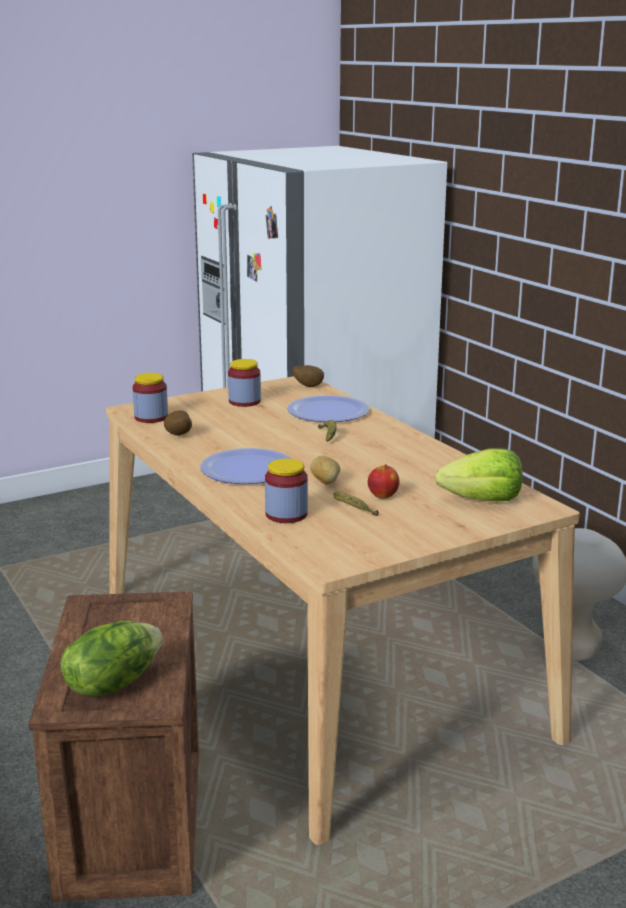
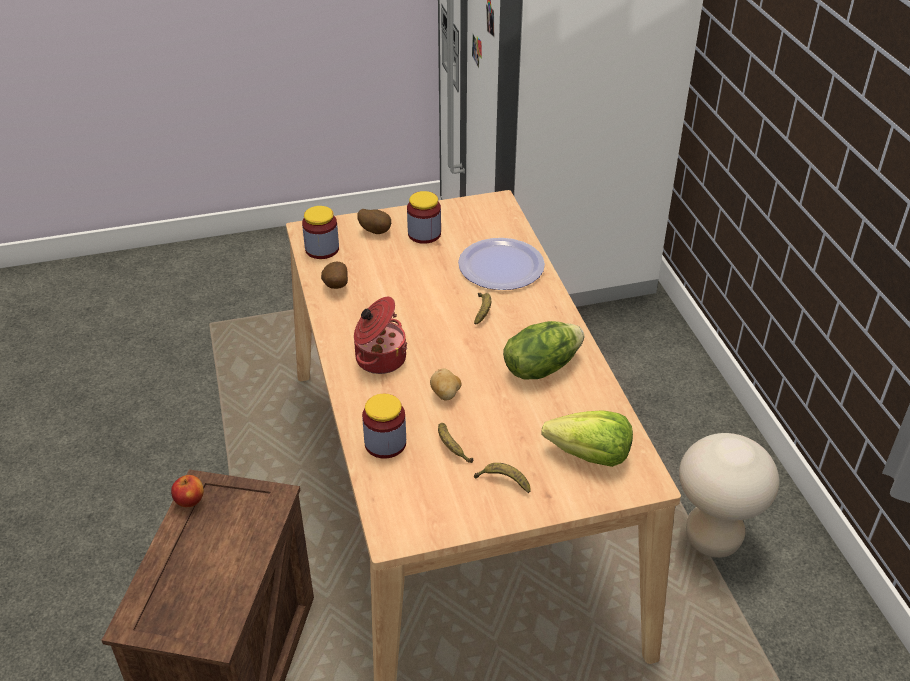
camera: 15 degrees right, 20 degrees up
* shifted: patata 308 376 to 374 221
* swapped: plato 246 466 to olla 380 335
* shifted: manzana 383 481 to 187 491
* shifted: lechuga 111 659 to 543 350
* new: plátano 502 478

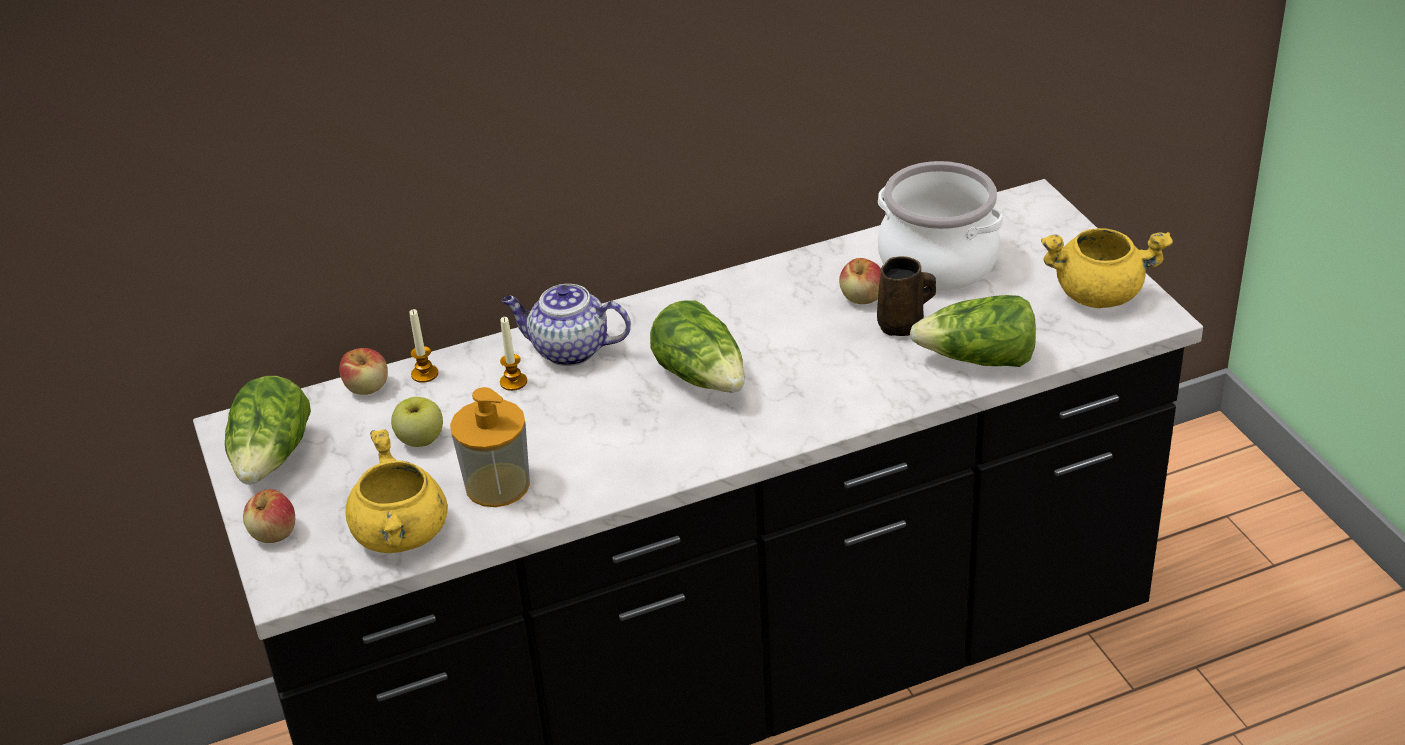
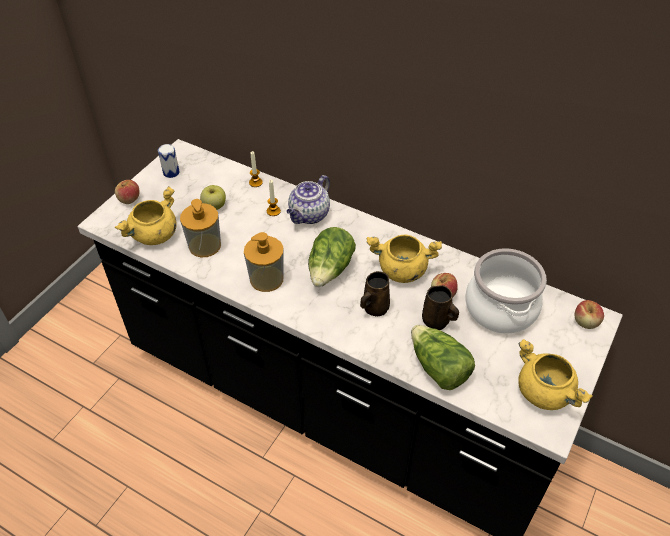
camera: 50 degrees right, 10 degrees up
* rotated: tetera 566 325 = 308 199 120 degrees counterclockwise
* shifted: manzana 363 371 to 589 314
* swapped: lechuga 268 430 to lata 169 161
* new: dispensador de jabón 264 262
* new: olla/amarillo 404 258
* new: taza grande/marrón 375 293

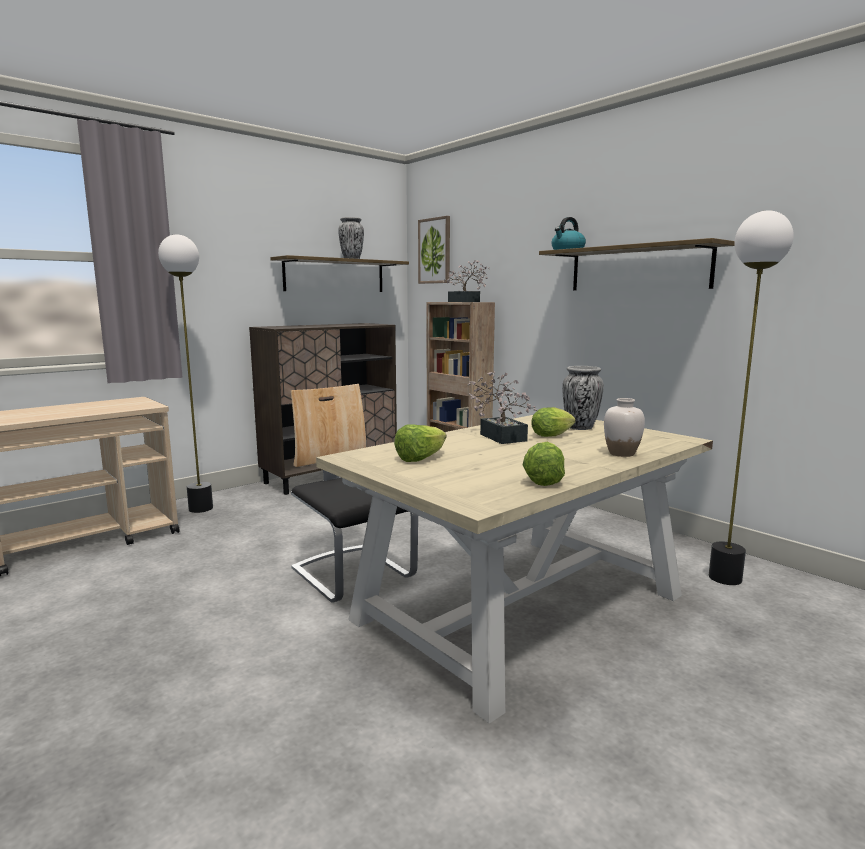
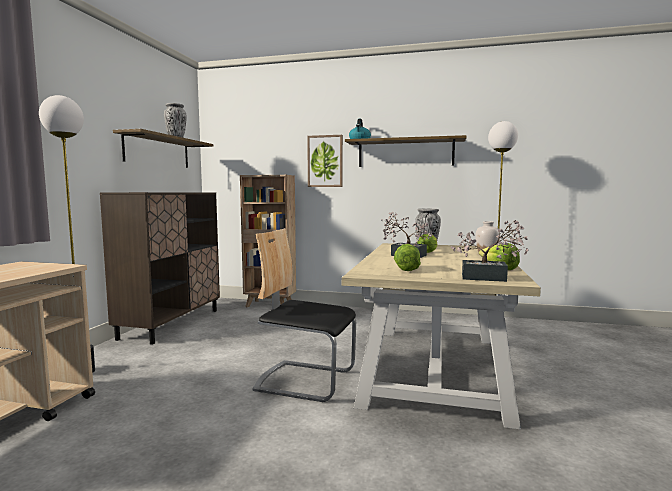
camera: 35 degrees left, 5 degrees down
* shifted: cuadro 434 250 to 325 161
* shifted: planta en maceta 466 281 to 490 251

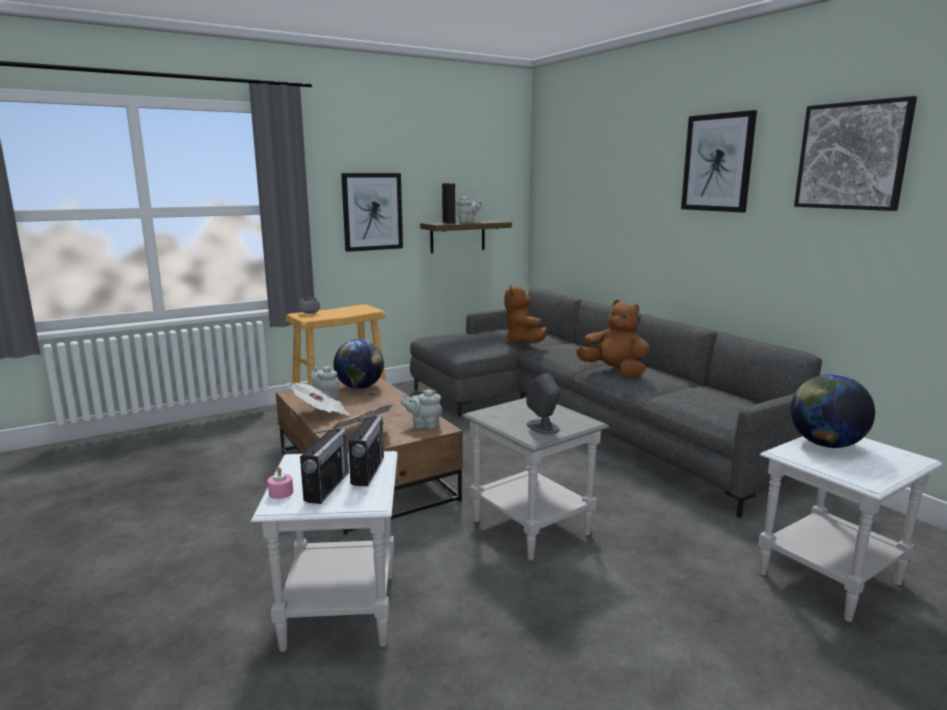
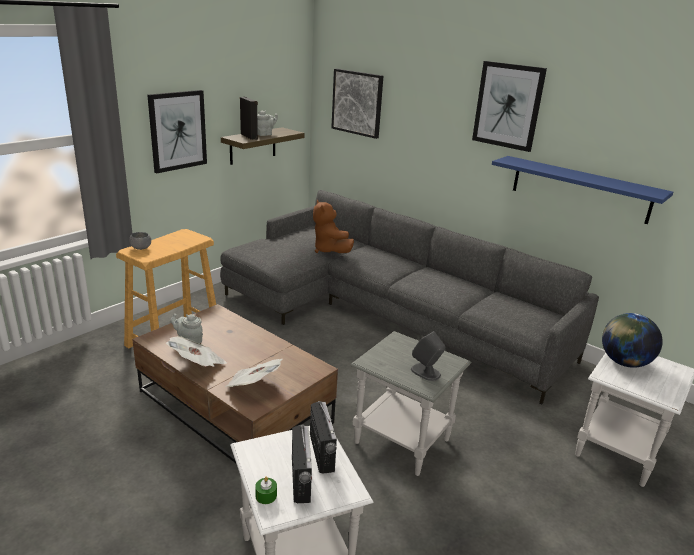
camera: 20 degrees left, 10 degrees up
* shifted: cuadro 855 153 to 357 104
* gone: peluche/marrón 612 338
* gone: globo terráqueo 358 364
* gone: tetera/gris 421 409
* repainted: vela/rosa 280 483 to vela/verde 266 490
* new: estante/azul 582 190

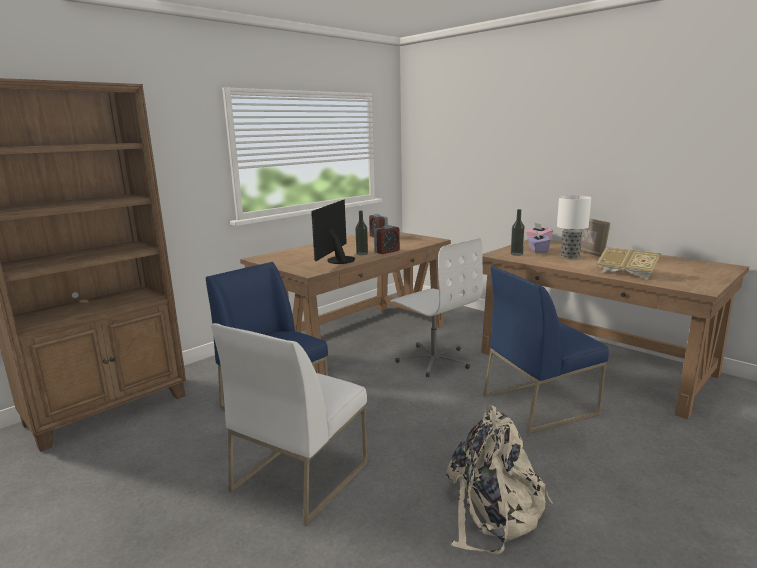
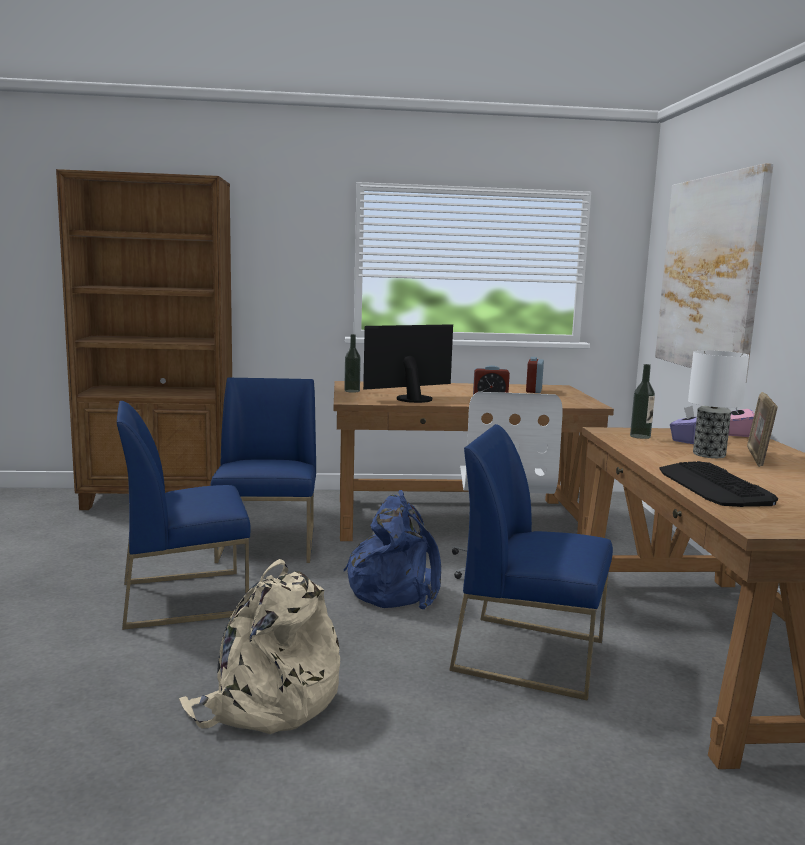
camera: 40 degrees right, 5 degrees down
* shifted: botella 361 232 to 352 363
* swapped: libro 628 263 to teclado 718 484
* repainted: silla/blanco 289 424 to silla/azul 183 515
* new: cuadro 714 272
* new: mochila/azul 392 549

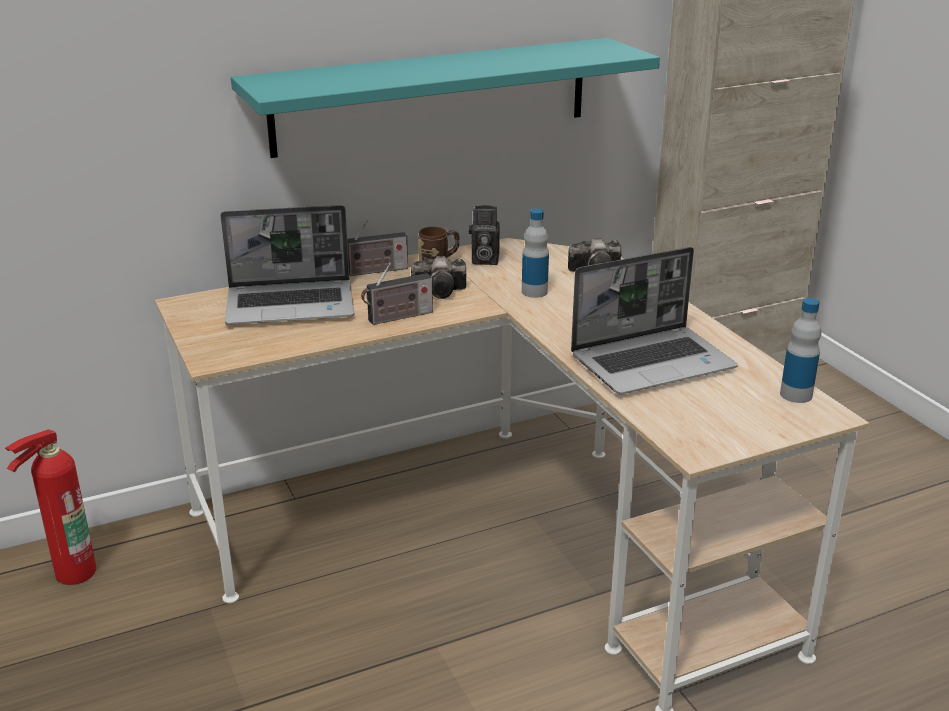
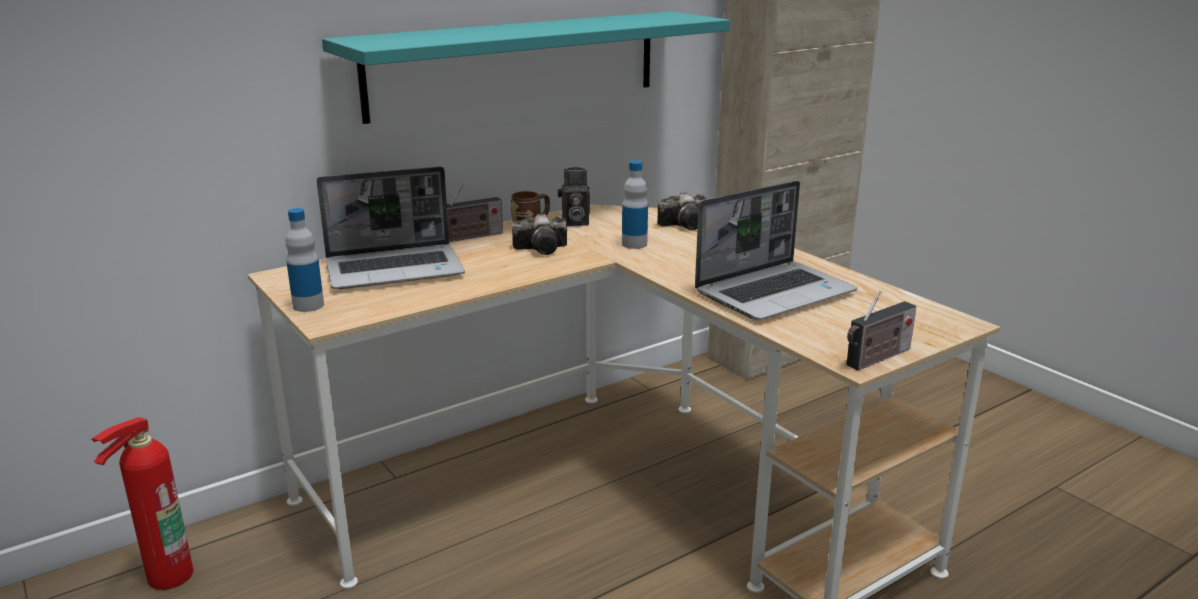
camera: 10 degrees left, 5 degrees down
* shifted: radio 397 294 to 881 330
* shifted: botella 800 350 to 304 260

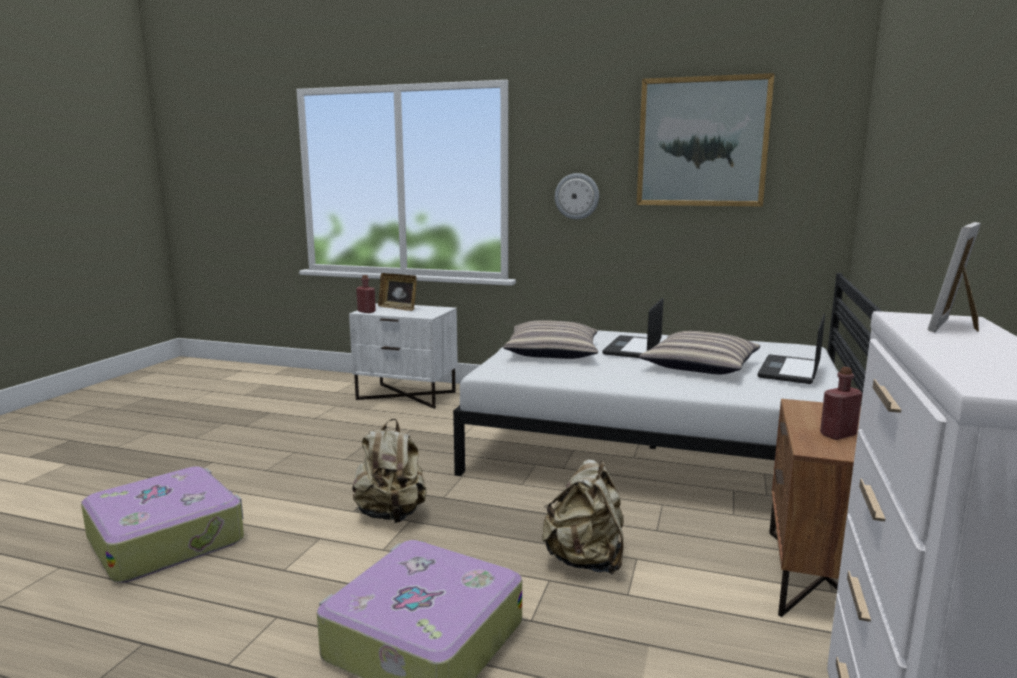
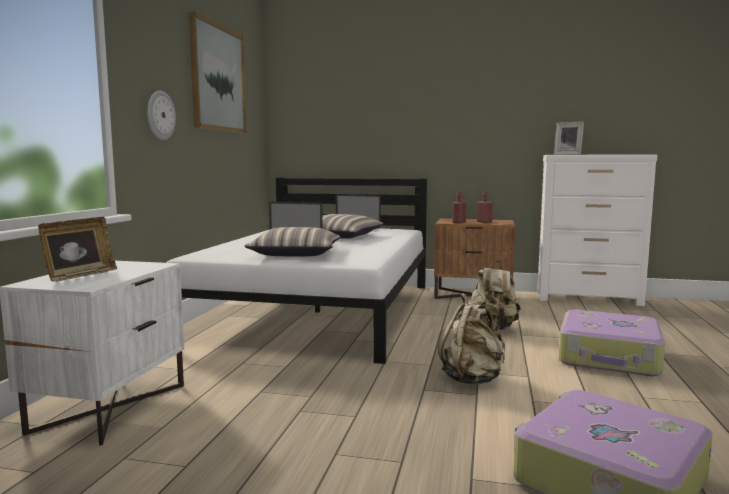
camera: 95 degrees left, 5 degrees down
* shifted: botella/rojo 366 294 to 459 207

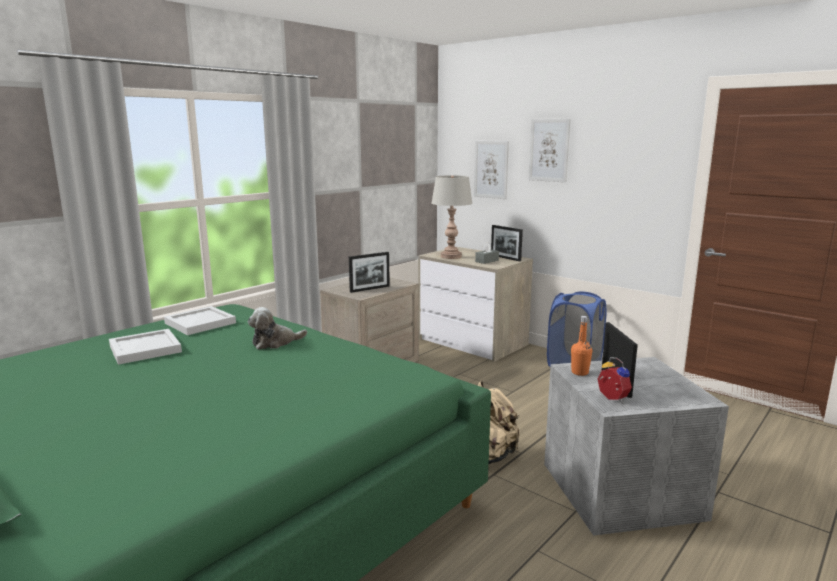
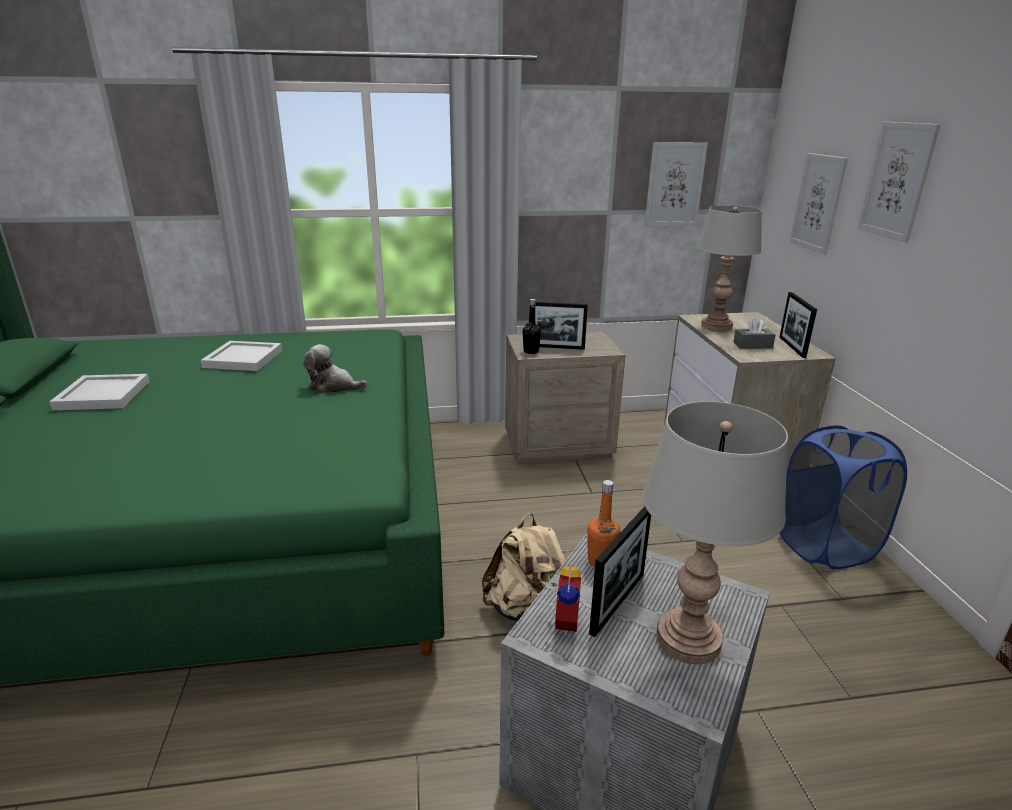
camera: 40 degrees right, 10 degrees up
* shifted: bandeja/blanco 200 320 to 99 392
* new: cuadro 676 185
* new: botella/negro 531 326
* new: lámpara de mesa/gris 715 532

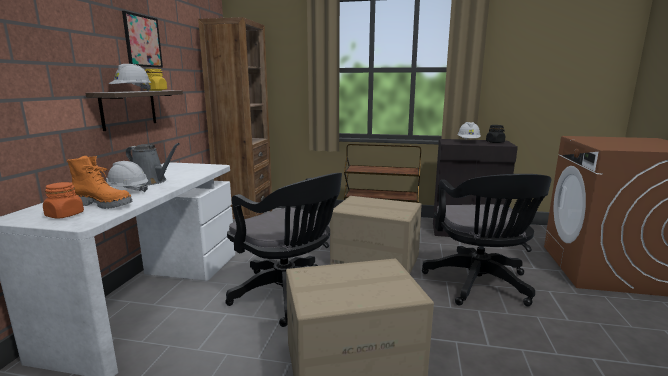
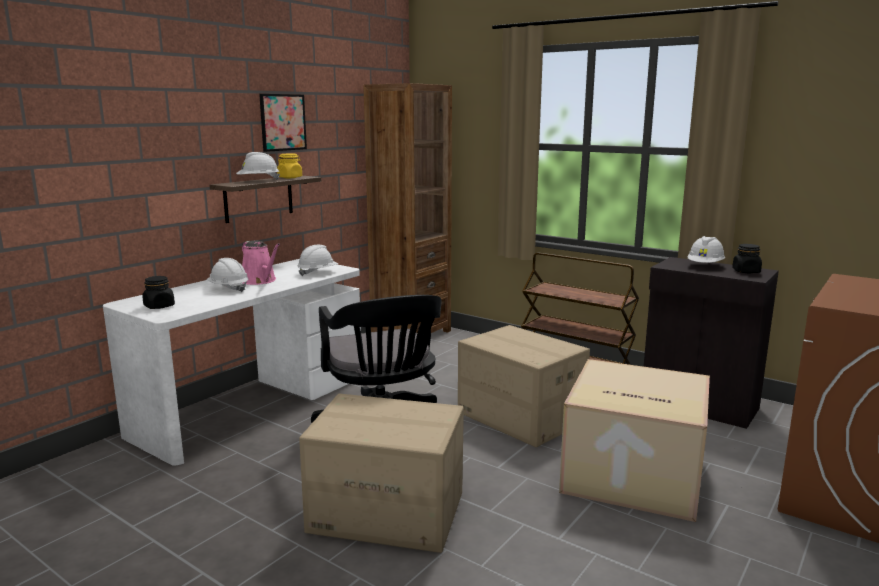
camera: 25 degrees right, 0 degrees up
* repainted: regadera/gris 153 164 to regadera/rosa 261 262
* gone: bota/naranja 100 182
* swapped: silla de oficina/negro 487 240 to caja de cartón 634 440
* repainted: tarro/naranja 63 200 to tarro/negro 158 292
* new: casco/blanco 317 260

